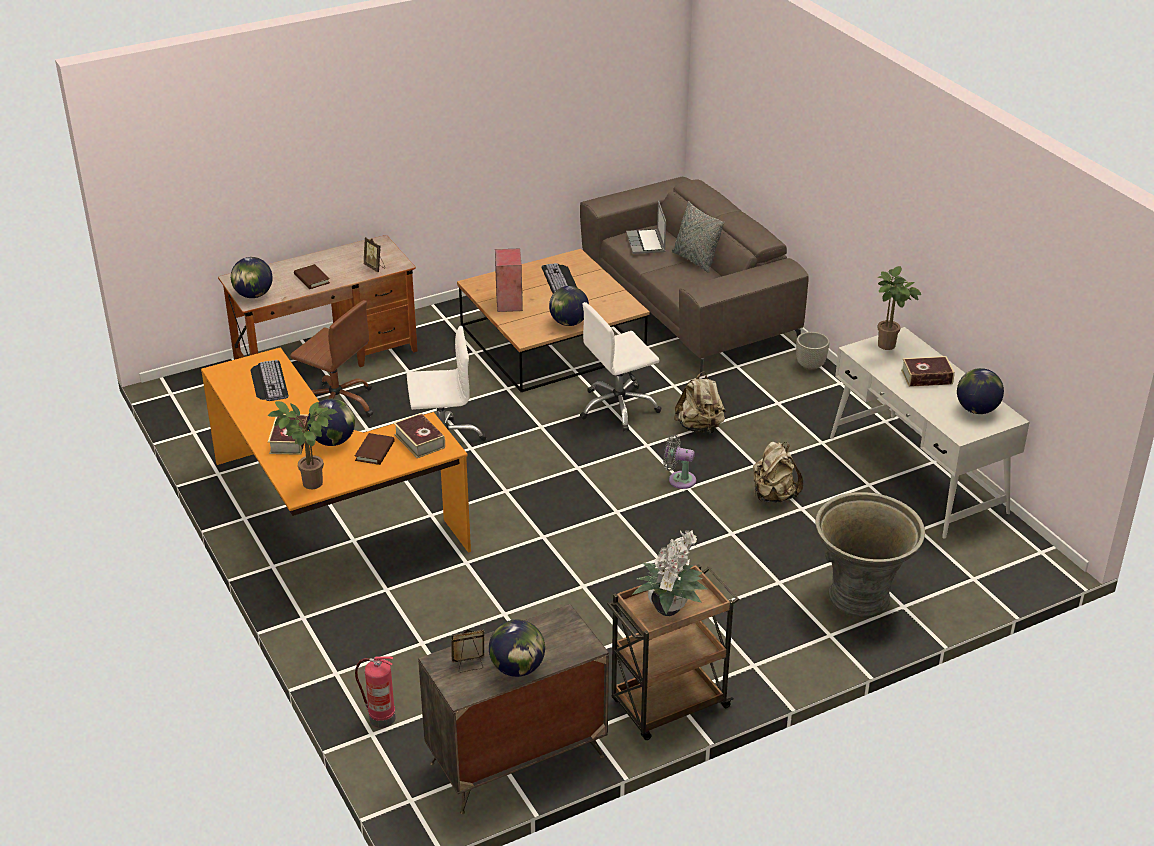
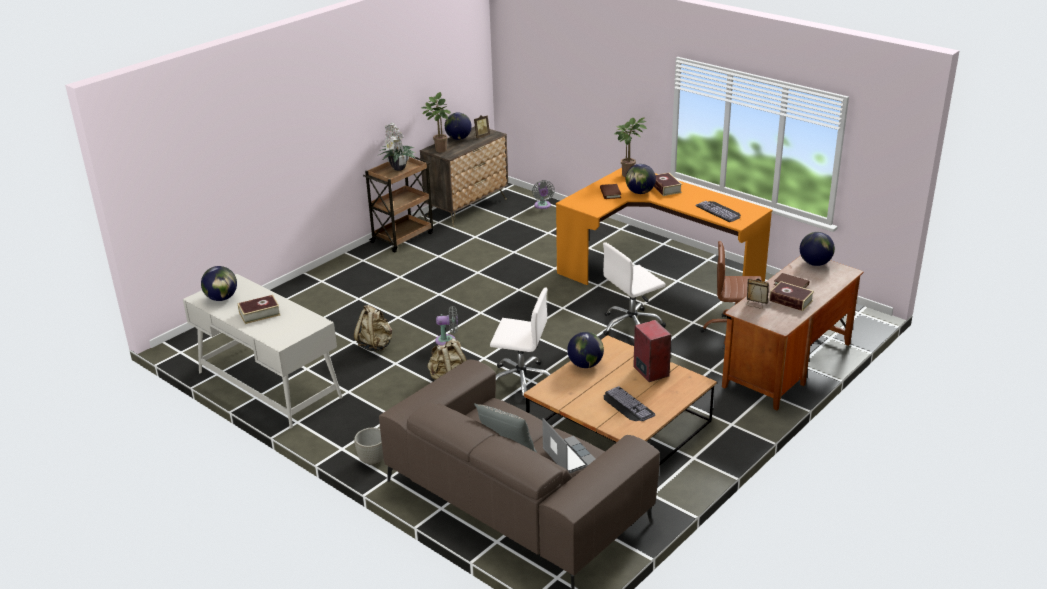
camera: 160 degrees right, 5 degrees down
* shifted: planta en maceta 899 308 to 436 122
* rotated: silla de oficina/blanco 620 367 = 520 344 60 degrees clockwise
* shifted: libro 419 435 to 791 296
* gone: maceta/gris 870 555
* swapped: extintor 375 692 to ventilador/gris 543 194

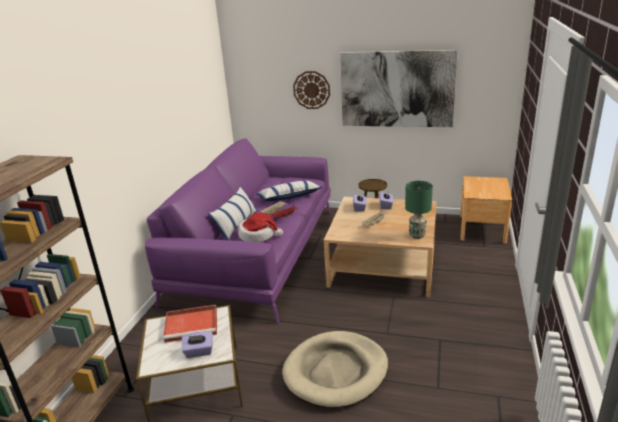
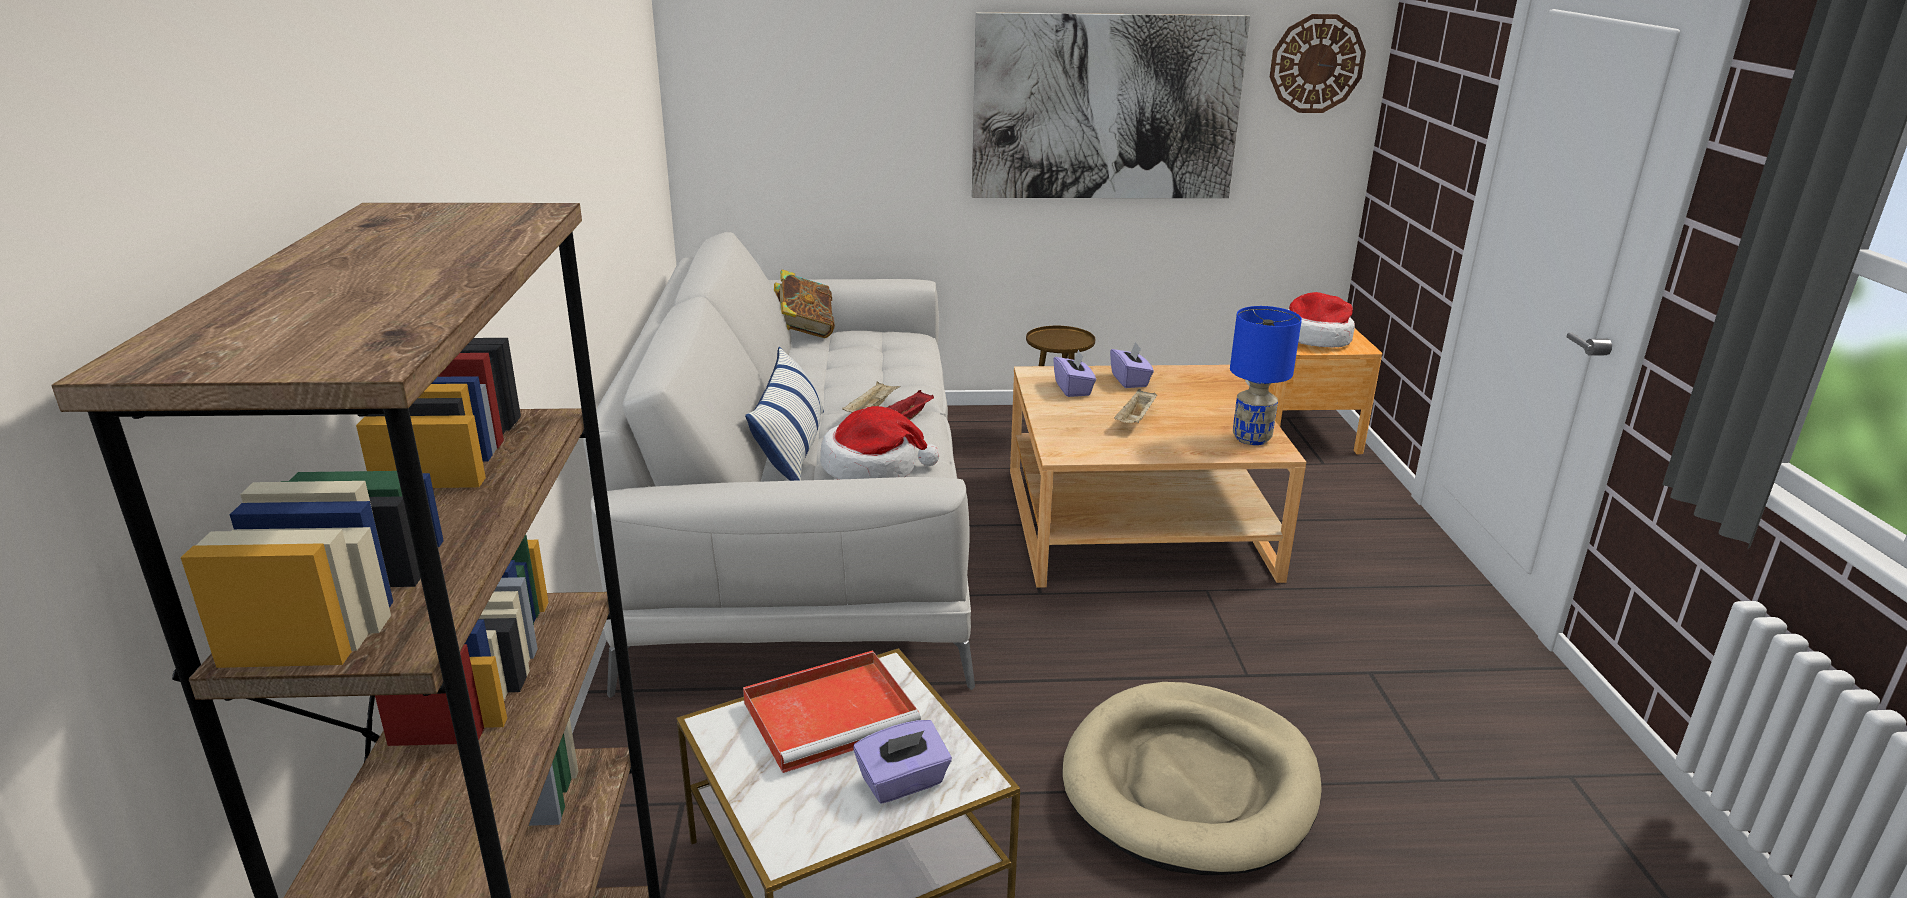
camera: 20 degrees left, 0 degrees up
* shifted: reloj de pared 311 90 to 1318 63
* repainted: sofá/morado 238 231 to sofá/blanco 779 465
* gone: cojín 289 191
* repainted: lámpara de mesa/verde 419 210 to lámpara de mesa/azul 1266 375
* new: libro 804 304
* new: sombrero 1321 320

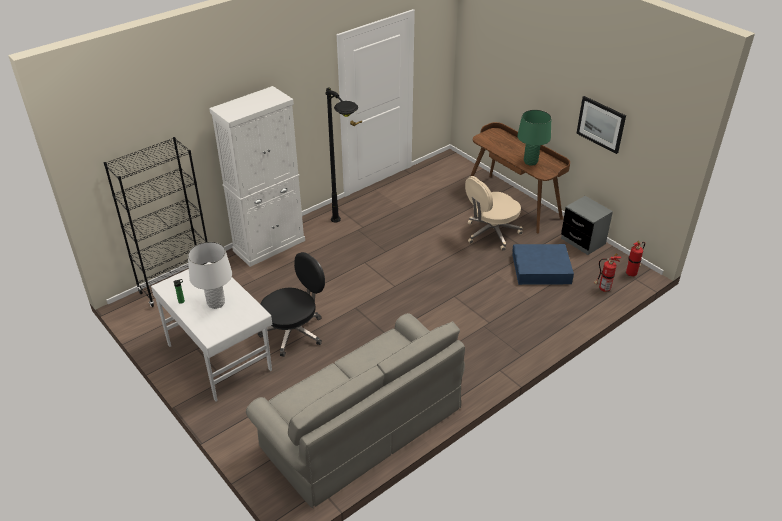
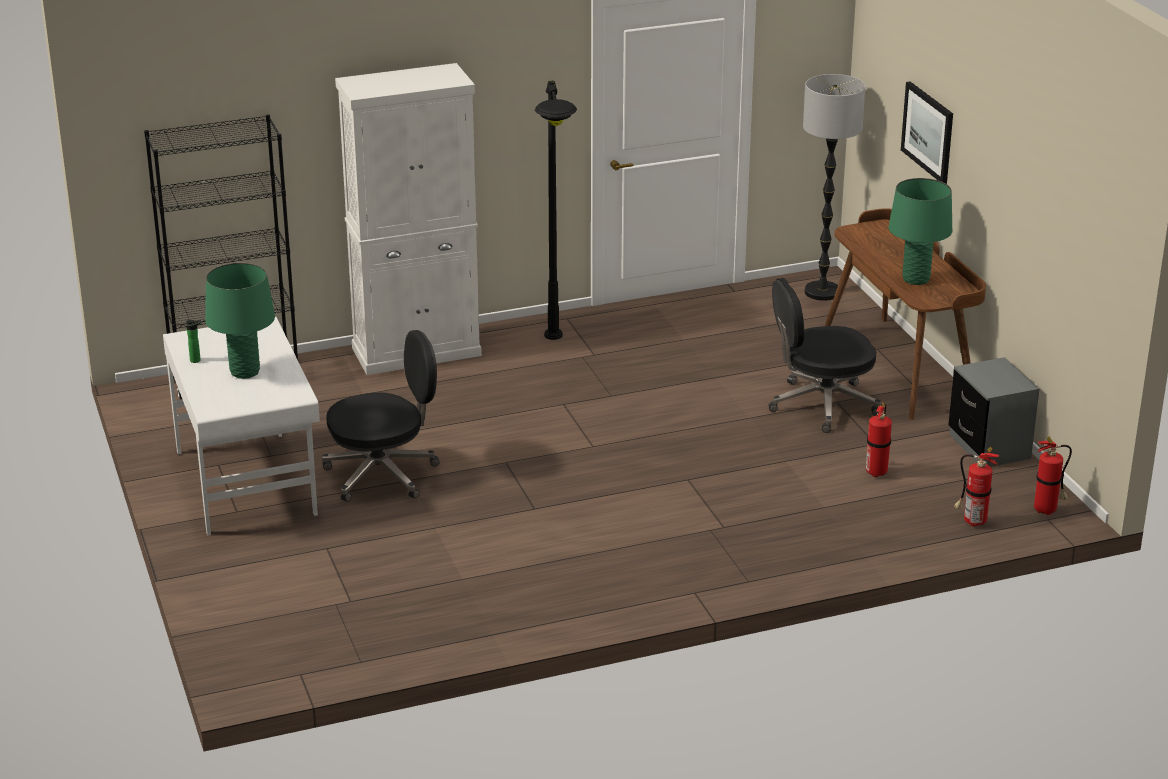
camera: 20 degrees right, 10 degrees down
* shifted: cuadro 601 125 to 927 133
* repainted: silla de oficina/beis 494 213 to silla de oficina/negro 825 355
* repainted: lámpara de mesa/blanco 210 275 to lámpara de mesa/verde 240 321
* swapped: caja de almacenaje/azul 543 264 to extintor 879 439
* gone: sofá/gris 355 410
* new: lámpara de pie 834 187

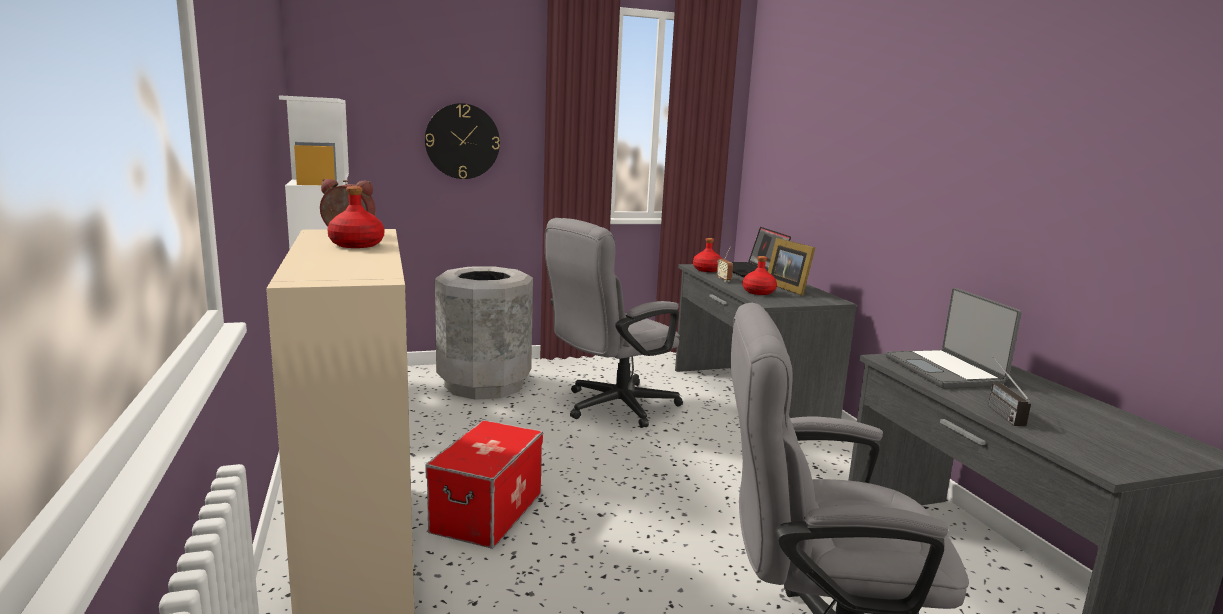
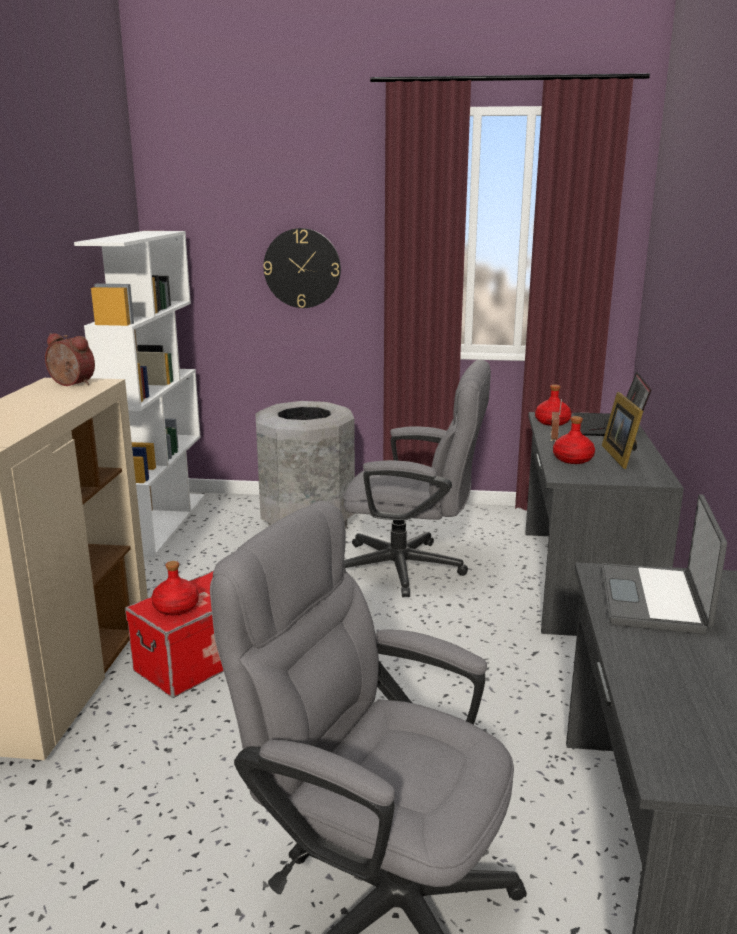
camera: 25 degrees right, 5 degrees up
* shifted: botella/rojo 355 217 to 175 588
* rotated: silla de oficina/gris 614 323 = 417 478 150 degrees counterclockwise
* gone: radio 1009 391

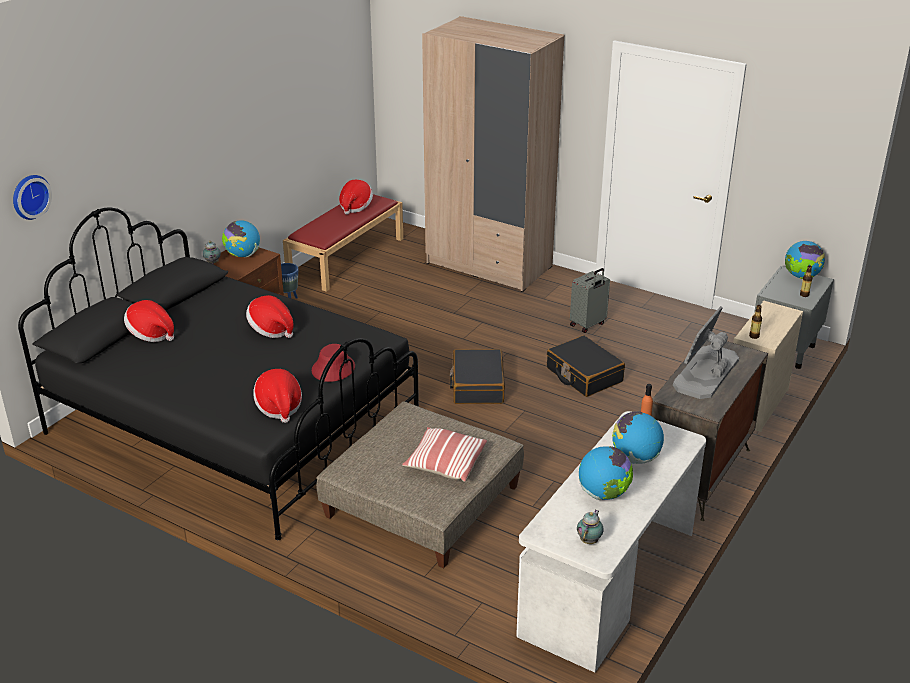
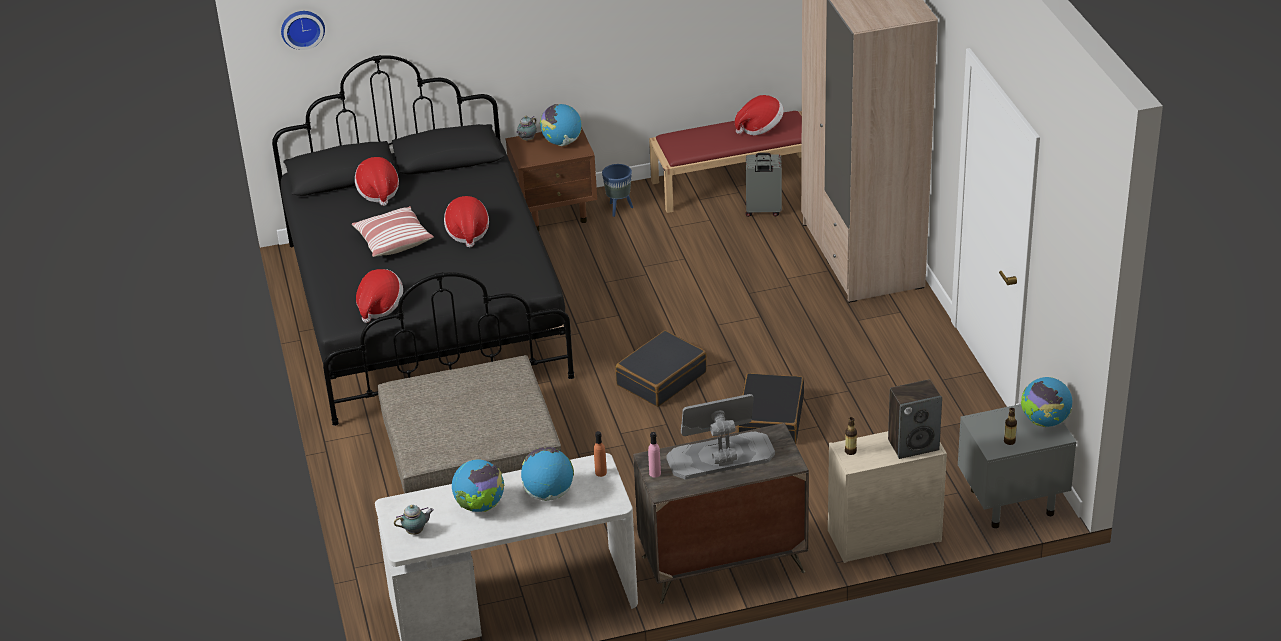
camera: 45 degrees right, 5 degrees up
* shifted: maleta/gris 590 300 to 764 185
* gone: sombrero/rojo 333 363
* shifted: cojín 444 454 to 393 231
* new: altavoz 915 419
* new: botella/rosa 654 455

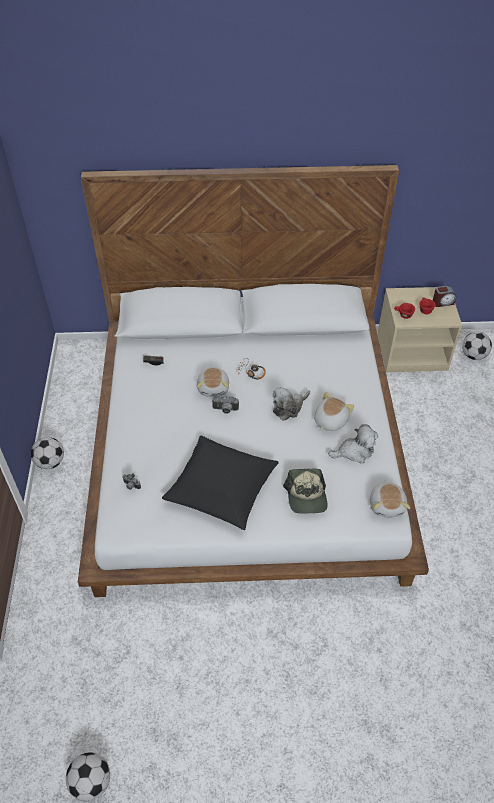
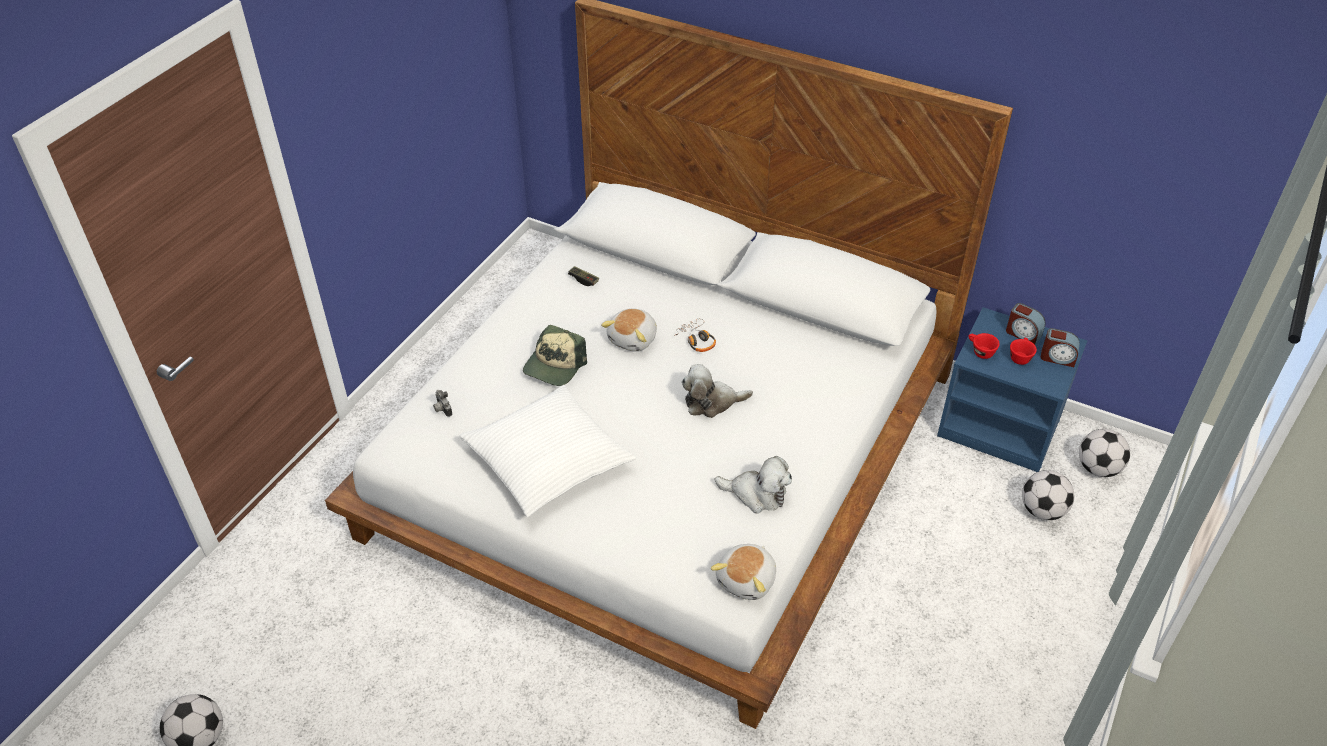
camera: 30 degrees right, 5 degrees down
* repainted: mesita de noche/beis 419 330 to mesita de noche/azul 1012 389
* gone: peluche 334 411
* gone: cámara 225 404
* repainted: cojín/negro 220 483 to cojín/blanco 547 451
* shifted: balón de fútbol 47 453 to 1048 495
* shifted: gorra 305 491 to 555 355
* new: despertador 1026 324

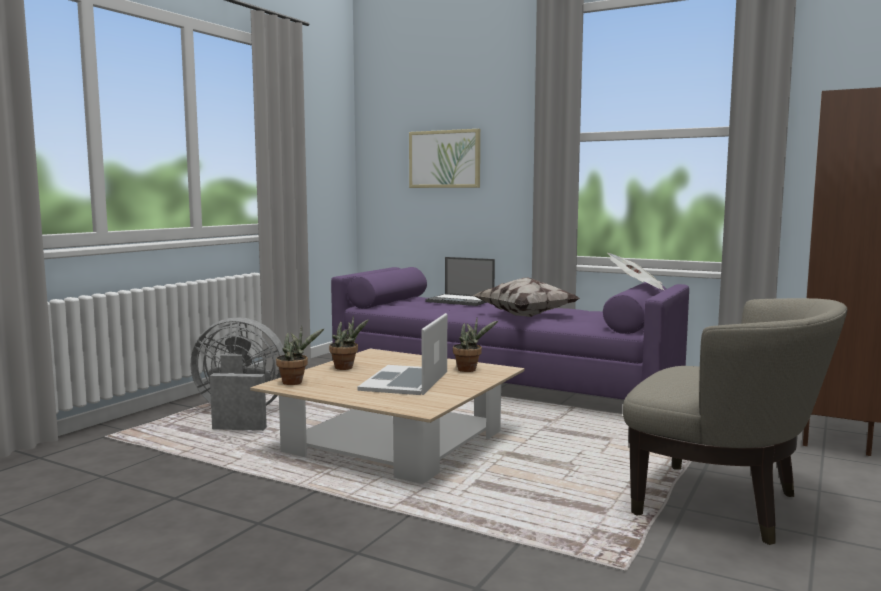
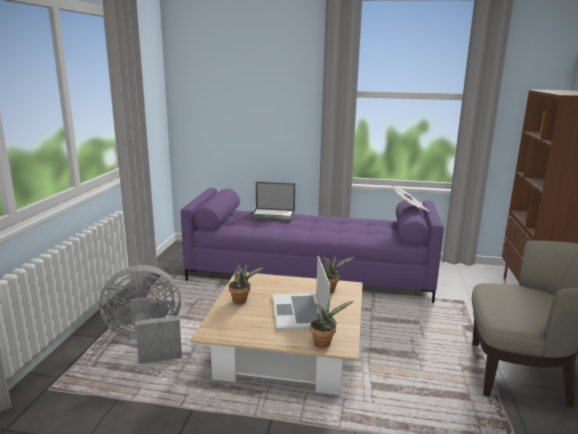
camera: 20 degrees left, 10 degrees up
* gone: cuadro 444 158
* gone: cojín 526 297
* shifted: planta en maceta 300 355 to 332 323

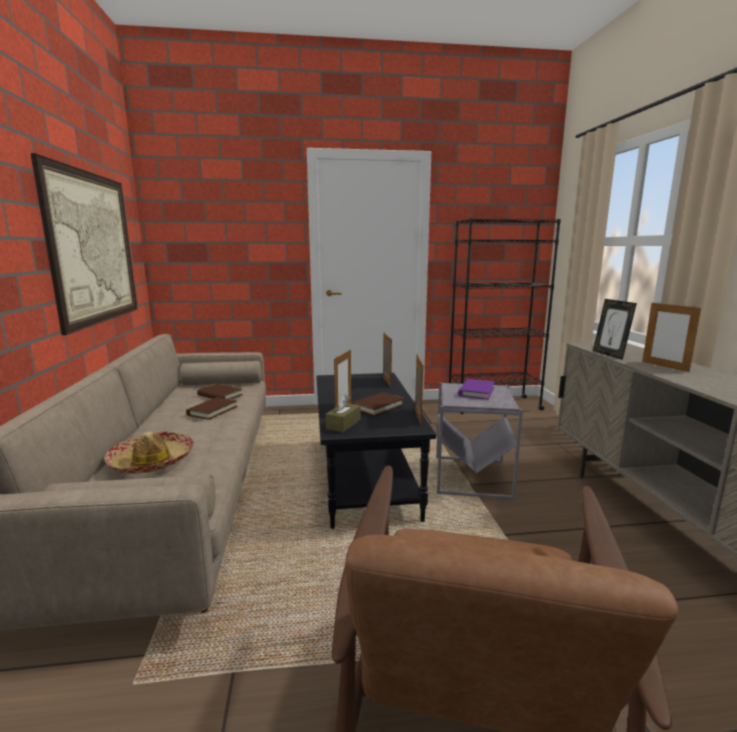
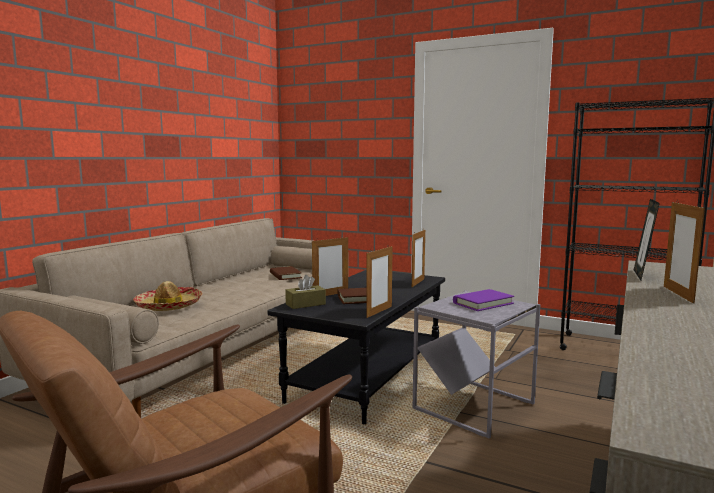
camera: 35 degrees right, 5 degrees down
* gone: cuadro 84 244
* gone: libro/marrón 212 408

